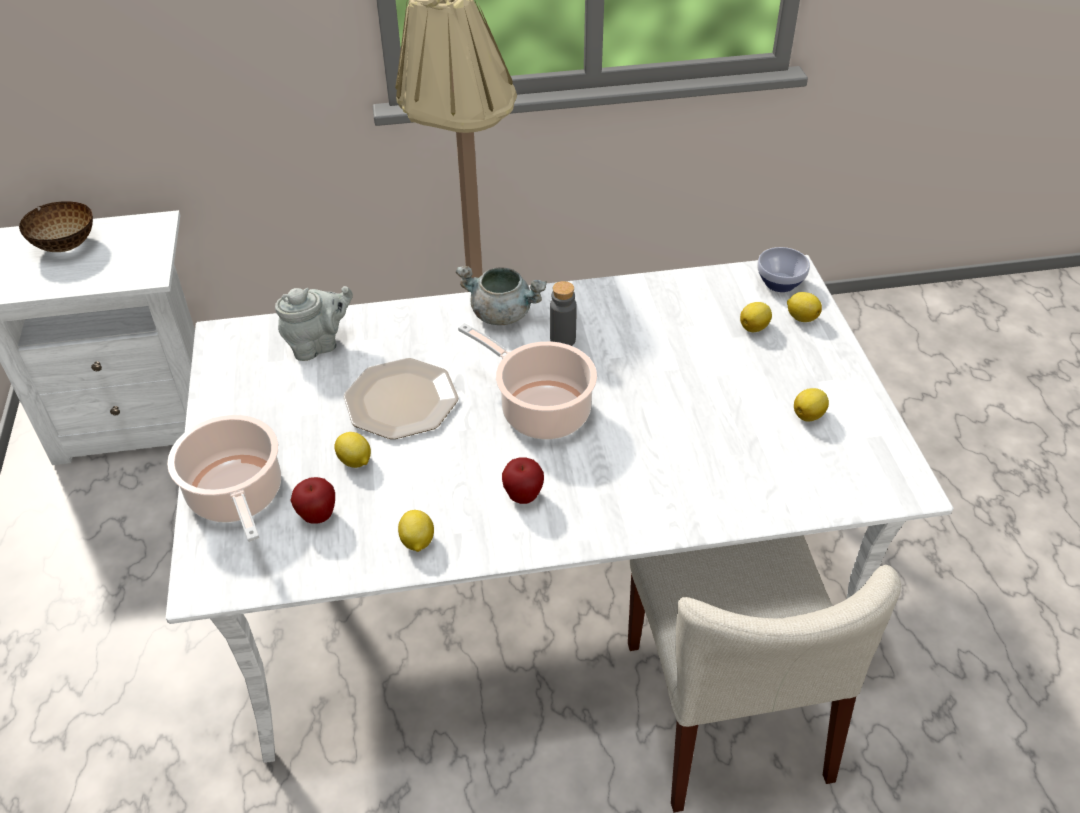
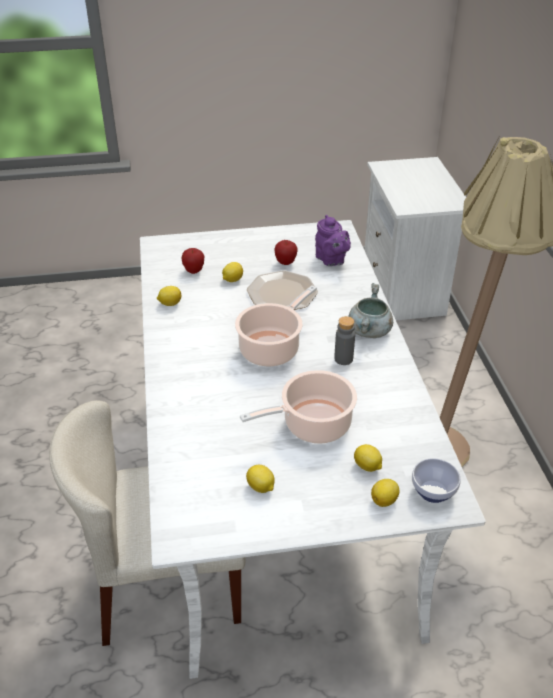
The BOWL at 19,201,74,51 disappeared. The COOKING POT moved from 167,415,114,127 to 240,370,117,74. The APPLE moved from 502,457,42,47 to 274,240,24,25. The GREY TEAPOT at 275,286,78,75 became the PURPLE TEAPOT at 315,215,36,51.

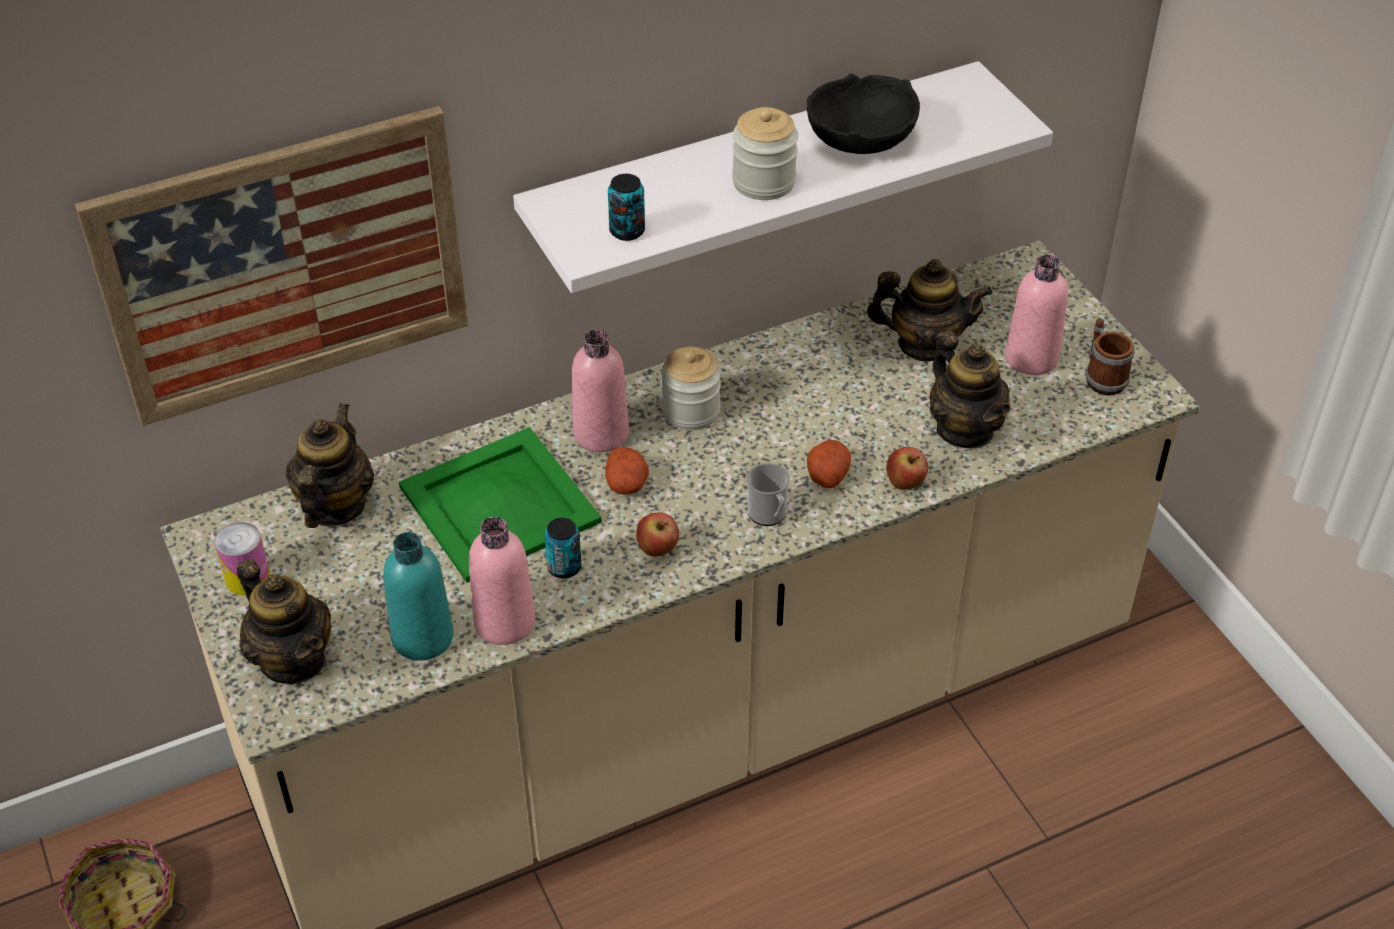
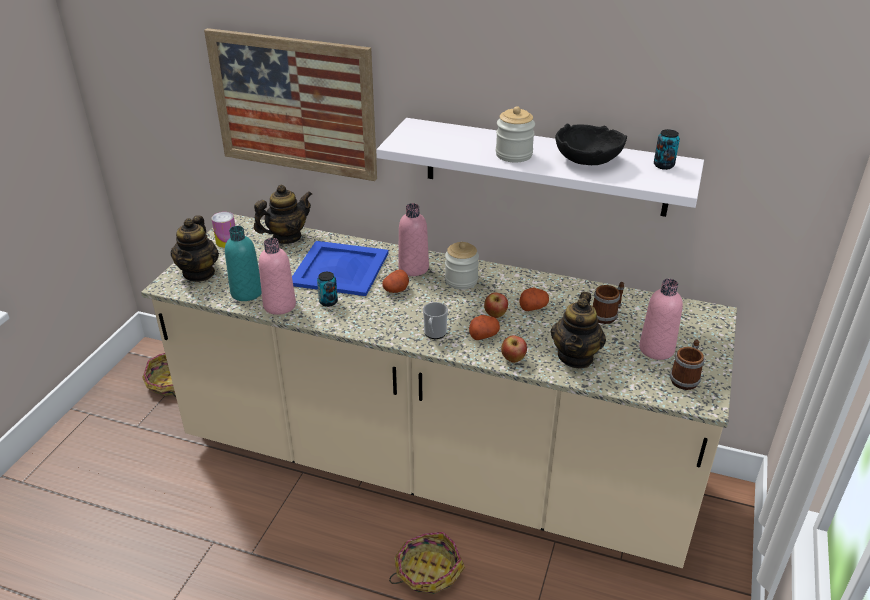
The BASKET at 389,532,76,62 appeared. The POTATO at 519,288,30,23 appeared. The CAN moved from 608,174,37,67 to 654,129,26,41. The APPLE moved from 636,513,43,43 to 484,293,24,25. The TEAPOT at 867,259,126,102 was replaced by the MUG at 593,282,31,42. The GREEN TRAY at 399,427,203,156 became the BLUE TRAY at 292,241,97,55.

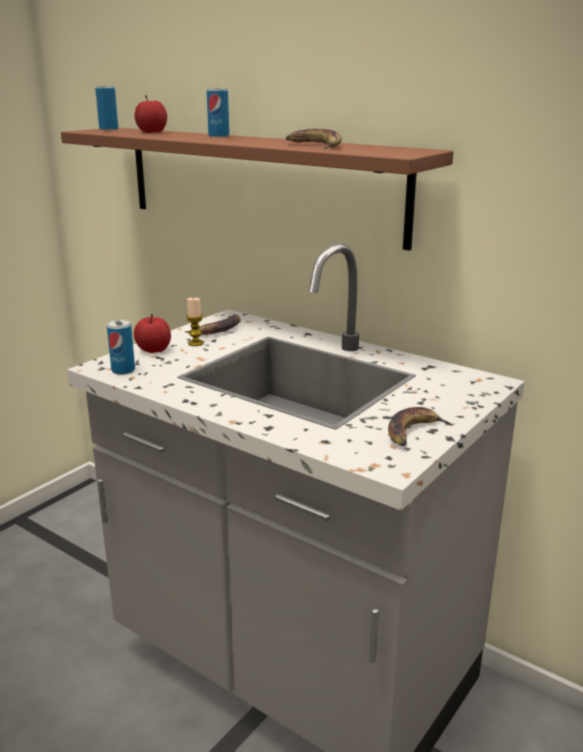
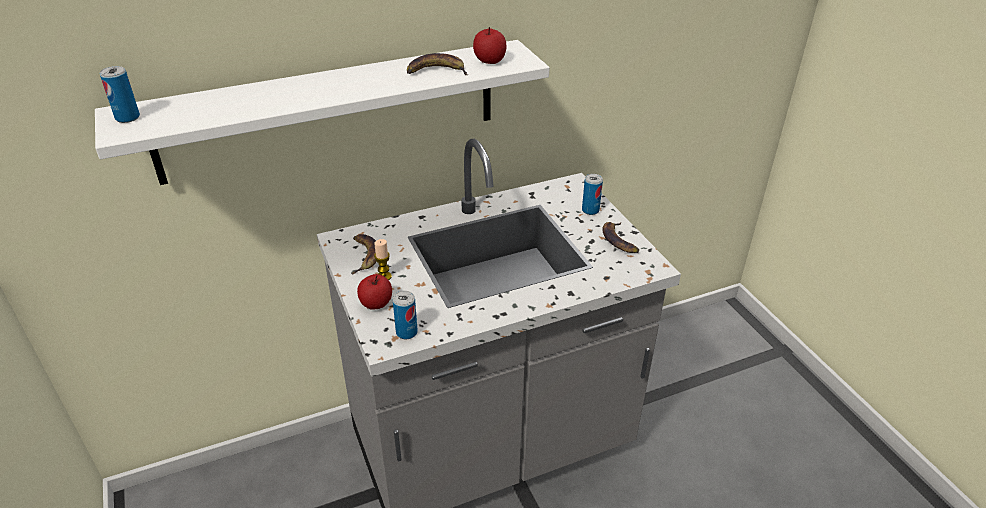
The APPLE moved from 134,95,33,38 to 473,27,34,37. The CAN moved from 207,88,22,49 to 582,174,21,41. The BROWN SHELF at 61,128,392,123 became the WHITE SHELF at 95,40,455,145.

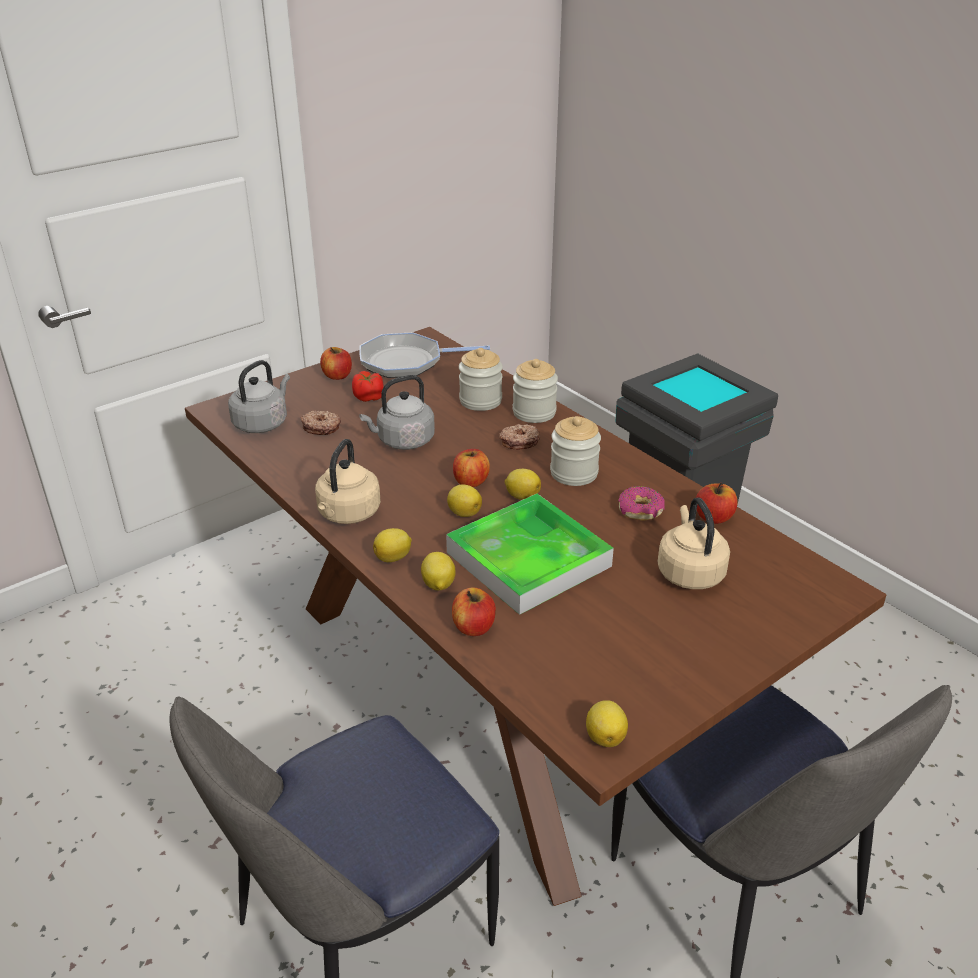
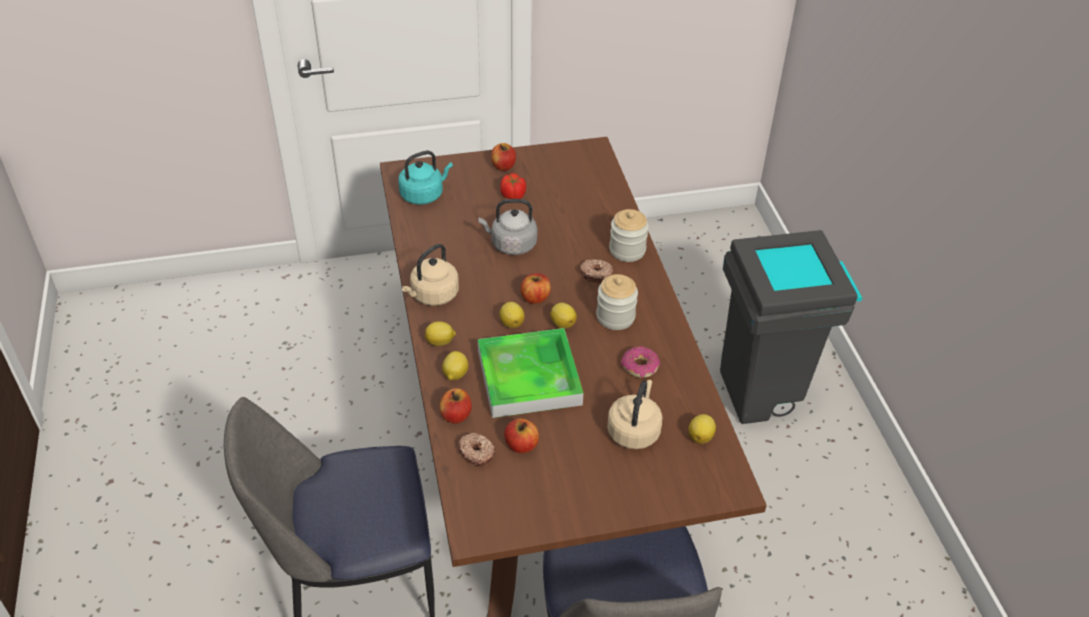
The FRYING PAN at 359,333,131,45 disappeared. The JAR at 459,348,44,63 disappeared. The DONUT moved from 301,411,40,24 to 459,433,36,33. The LEMON moved from 586,700,42,47 to 688,414,28,30. The APPLE moved from 696,483,42,41 to 504,419,35,34. The GREY KETTLE at 228,360,62,73 became the TURQUOISE KETTLE at 398,151,55,54.

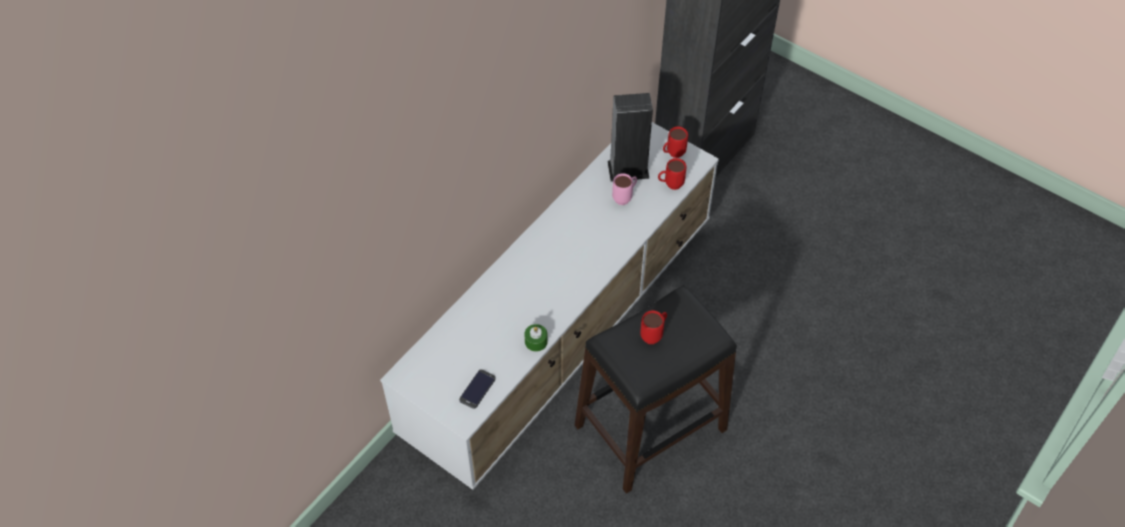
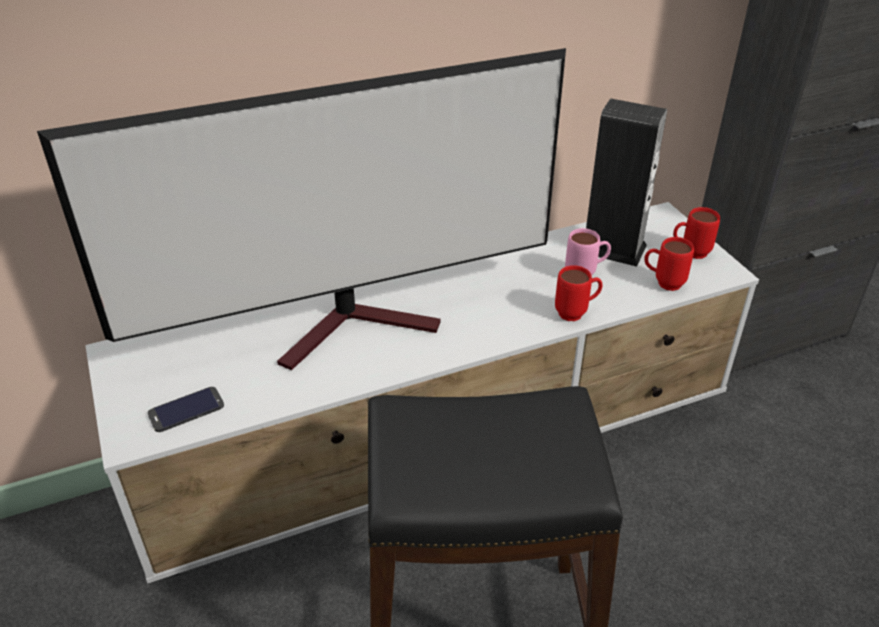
The GREEN CANDLE at 524,324,24,28 disappeared. The TELEVISION at 37,48,529,322 appeared. The RED MUG moved from 640,311,27,33 to 555,265,47,56.

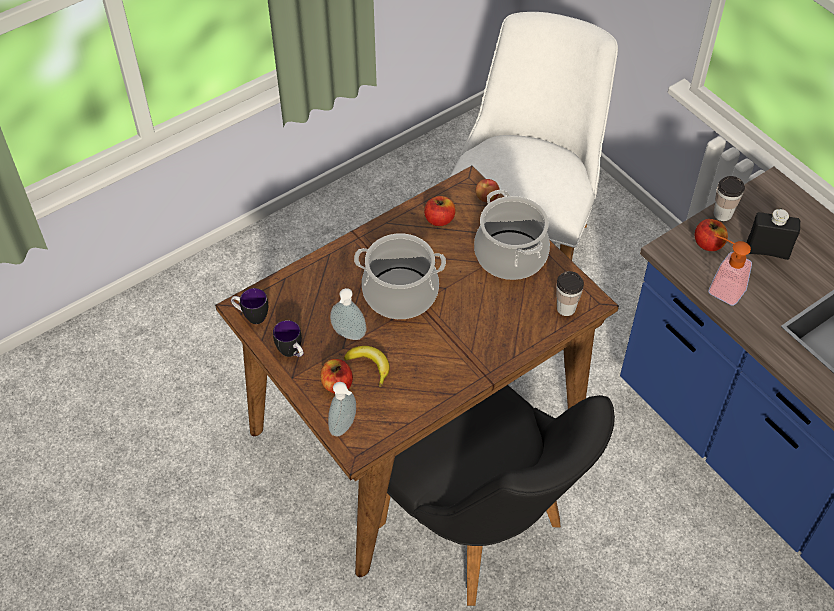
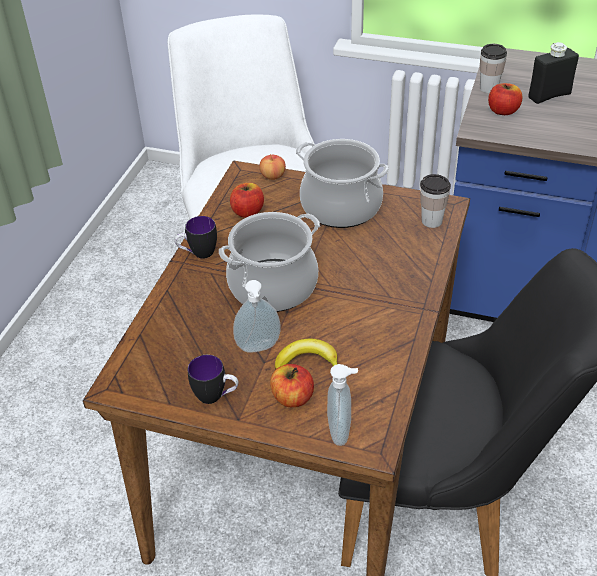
The SOAP DISPENSER at 708,235,44,71 disappeared. The MUG moved from 231,288,37,36 to 175,216,42,43.

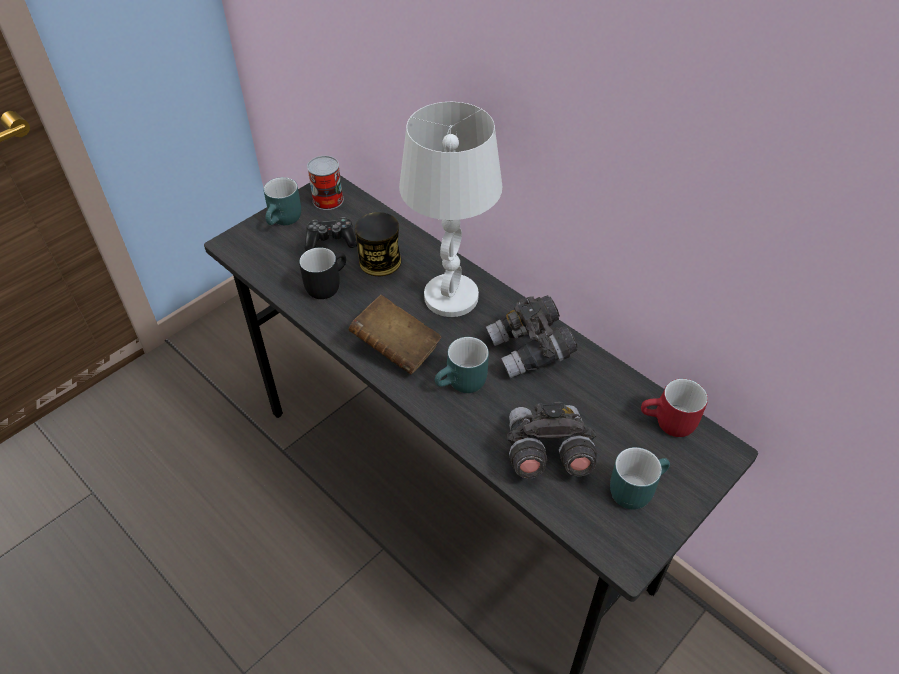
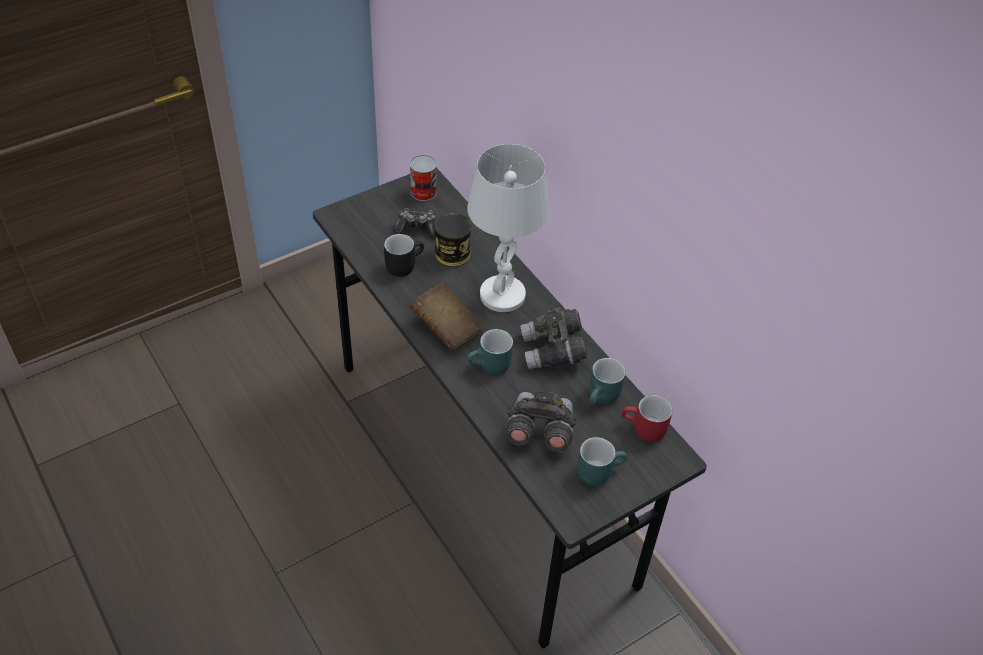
The TURQUOISE MUG moved from 263,177,38,48 to 589,358,37,47.

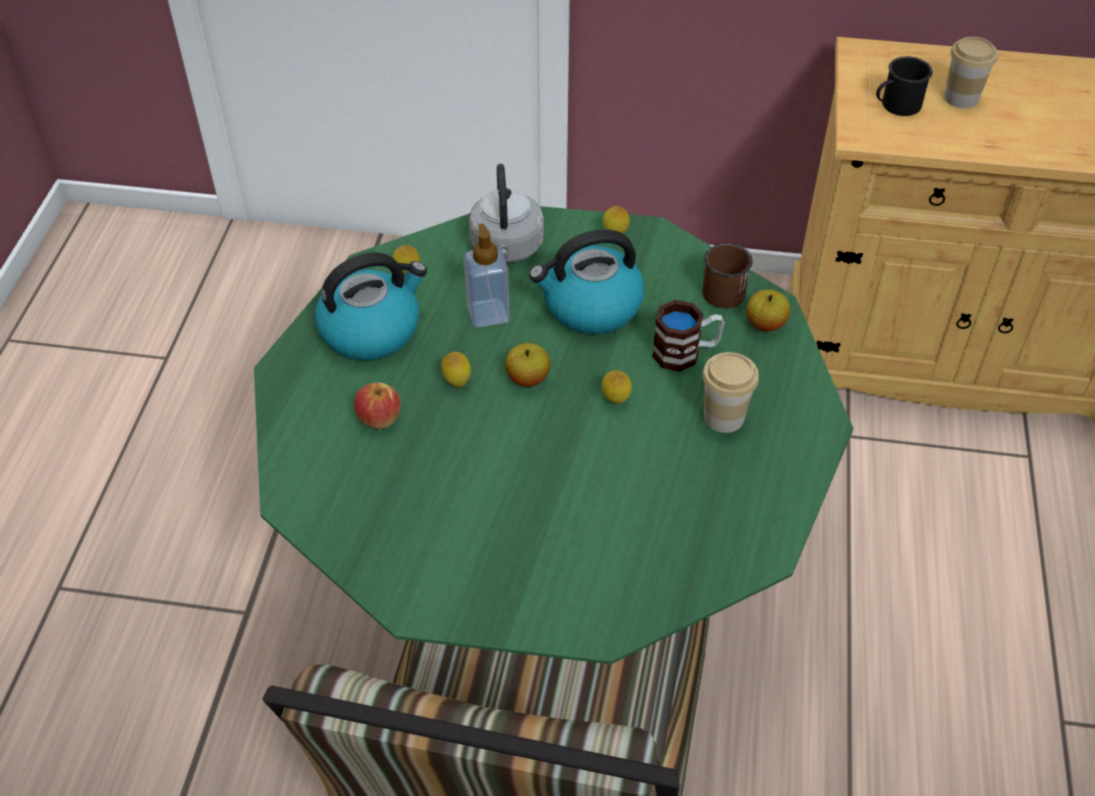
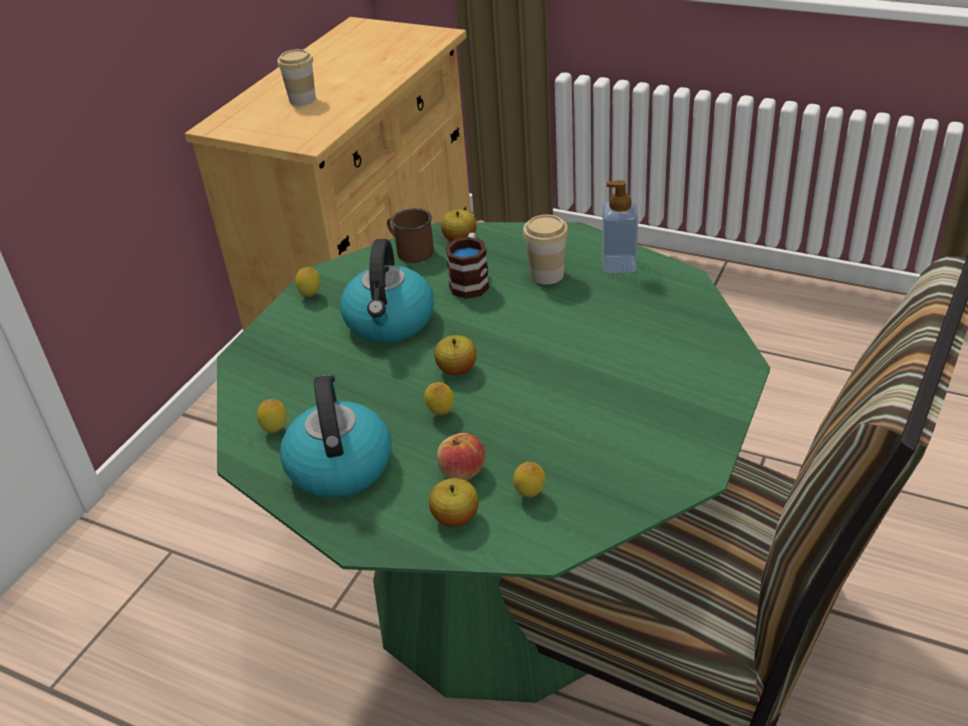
The GREY KETTLE at 469,164,75,99 disappeared. The BLACK MUG at 876,56,57,60 disappeared. The APPLE at 429,478,50,49 appeared. The SOAP DISPENSER moved from 464,224,46,104 to 602,180,36,93. The LEMON moved from 602,370,30,34 to 513,462,32,35.

